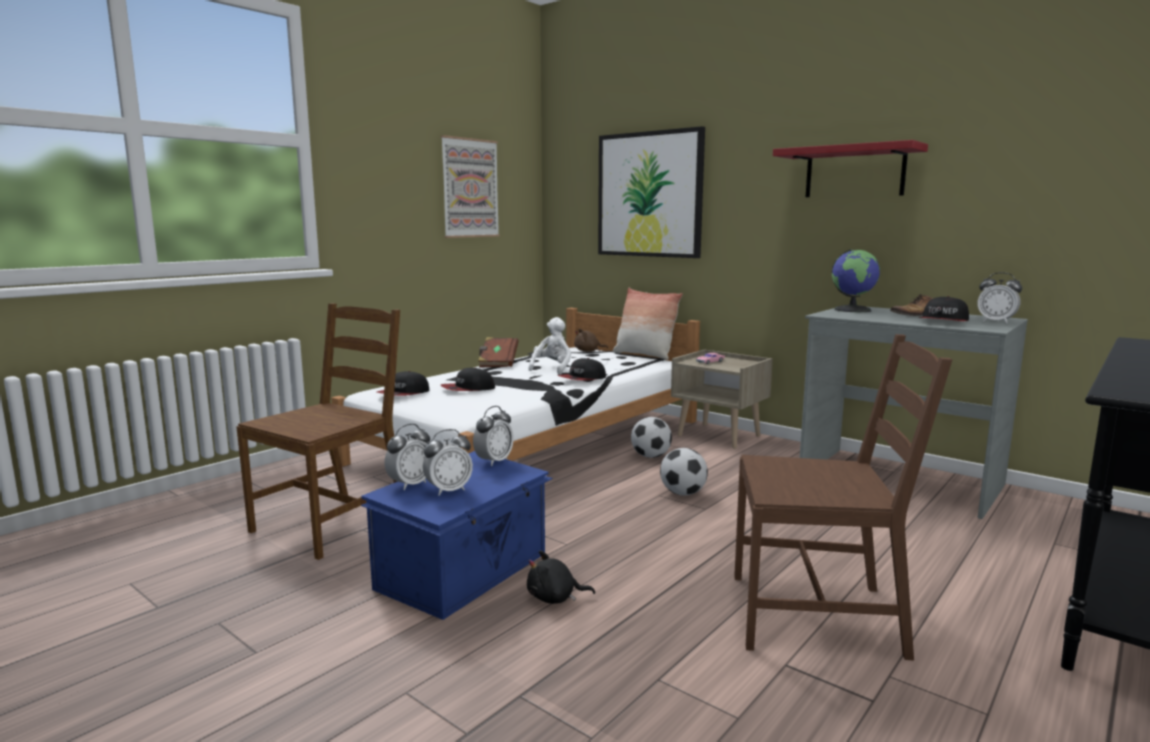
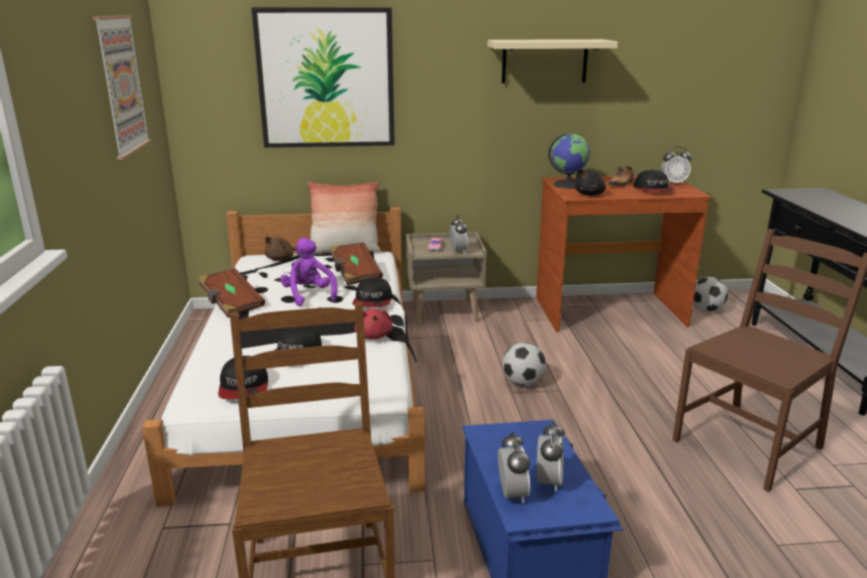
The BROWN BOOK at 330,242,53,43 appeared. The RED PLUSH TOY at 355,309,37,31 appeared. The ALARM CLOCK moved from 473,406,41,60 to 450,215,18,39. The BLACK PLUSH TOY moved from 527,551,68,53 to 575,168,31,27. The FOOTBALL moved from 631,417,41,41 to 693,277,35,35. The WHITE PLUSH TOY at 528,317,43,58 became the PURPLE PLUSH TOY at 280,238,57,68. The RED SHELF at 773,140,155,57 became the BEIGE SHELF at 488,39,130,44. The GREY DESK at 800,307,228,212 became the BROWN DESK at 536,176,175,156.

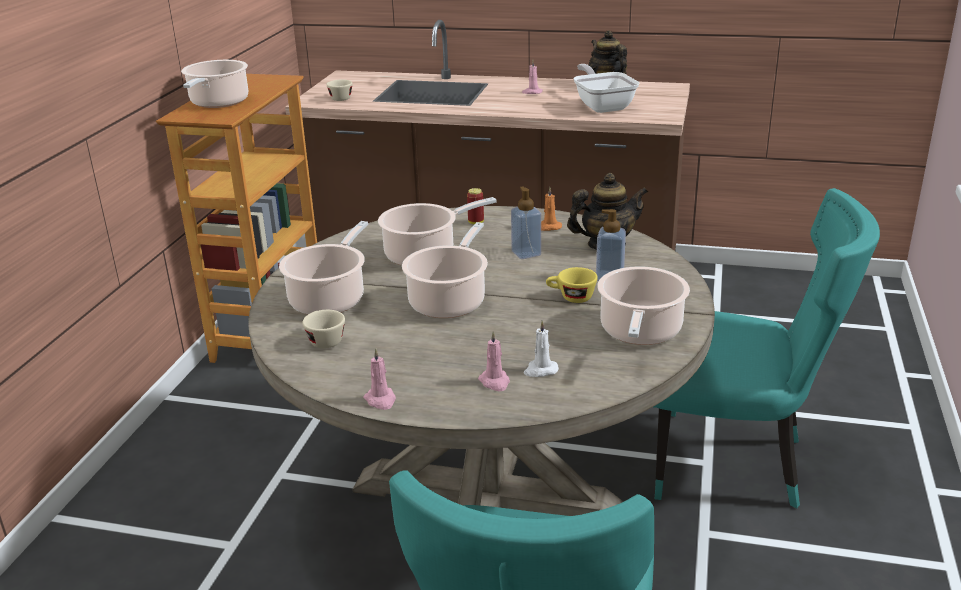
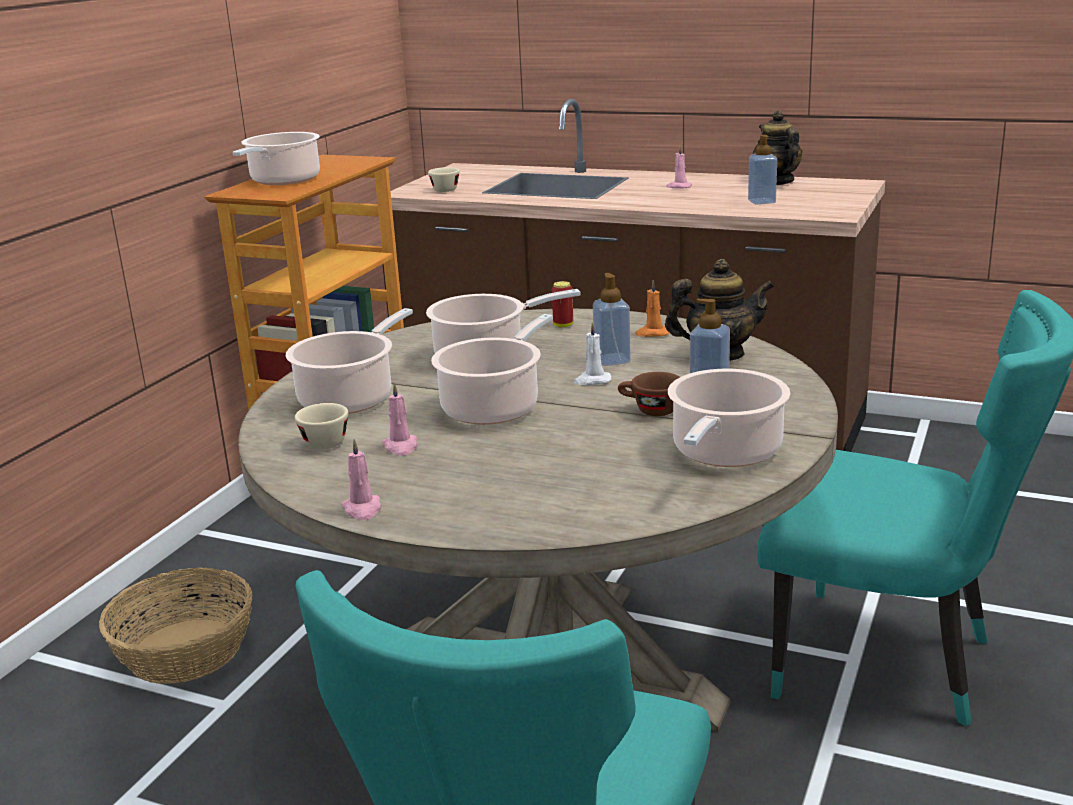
The BASKET at 99,567,153,117 appeared. The PINK CANDLE moved from 478,331,32,60 to 382,383,35,73. The WHITE CANDLE moved from 524,320,35,57 to 574,322,38,63. The FRYING PAN at 573,64,67,49 was replaced by the SOAP DISPENSER at 748,135,29,69. The YELLOW CUP at 546,267,52,36 became the BROWN CUP at 618,372,62,44.

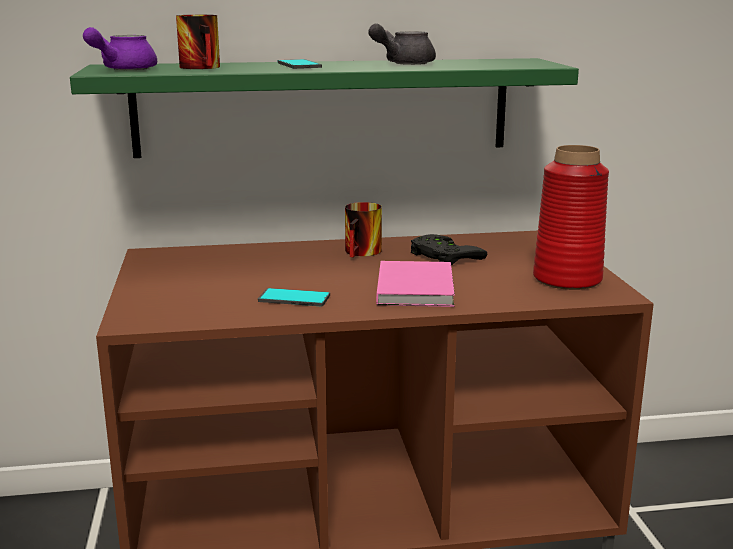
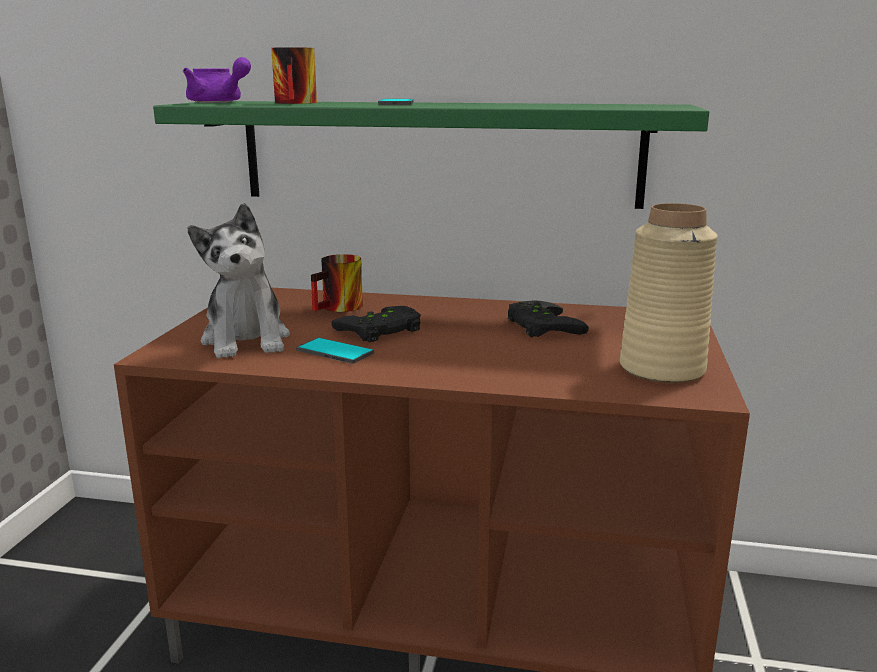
The GREY TEAPOT at 368,23,68,42 disappeared. The PINK BOOK at 376,261,79,46 disappeared. The PLUSH TOY at 187,203,103,156 appeared. The BLACK GAME CONTROLLER at 331,306,90,37 appeared. The MUG moved from 345,202,37,55 to 311,254,52,58. The RED VASE at 533,145,76,145 became the BEIGE VASE at 620,203,98,180. The PURPLE TEAPOT at 83,27,74,43 turned 105 degrees counterclockwise.

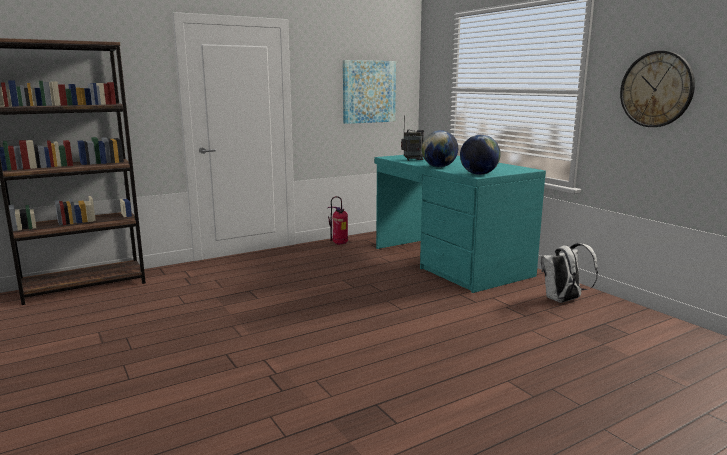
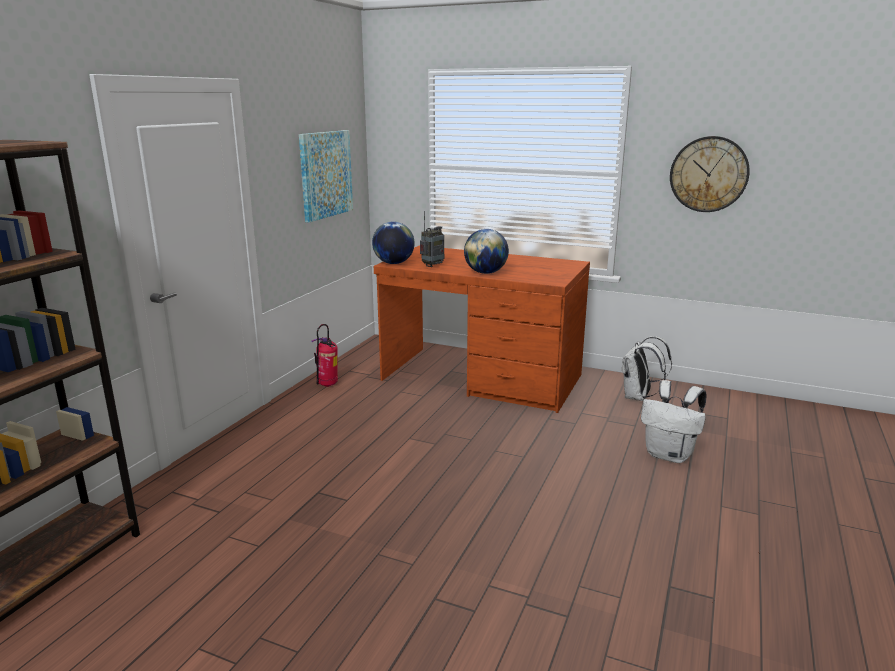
The WHITE BACKPACK at 641,380,66,83 appeared. The GLOBE moved from 460,135,41,40 to 372,222,43,42. The TURQUOISE DESK at 374,155,172,138 became the BROWN DESK at 374,246,216,167.

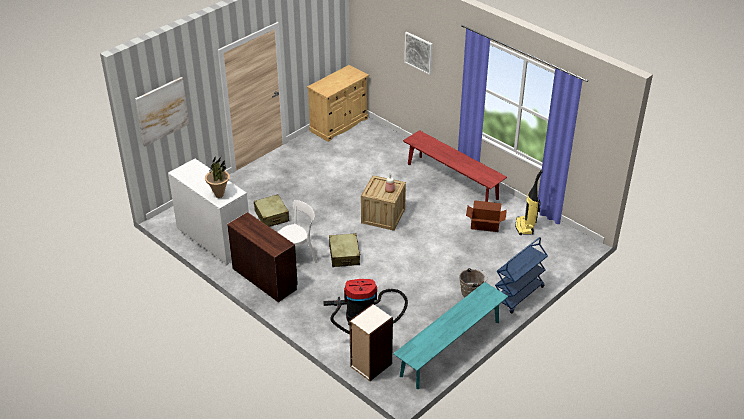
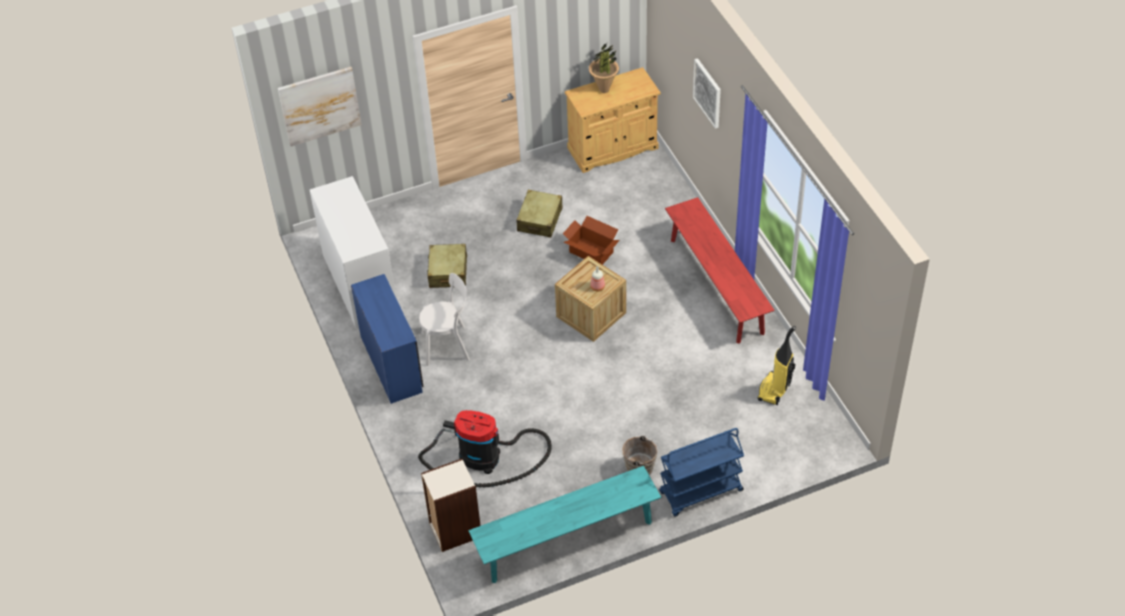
The POTTED PLANT moved from 205,156,25,42 to 589,43,30,50. The BEIGE SUITCASE moved from 329,233,31,34 to 516,190,47,48. The CARDBOARD BOX moved from 466,200,41,32 to 563,216,56,49. The BROWN DESK at 227,212,71,90 became the BLUE DESK at 351,274,72,130.

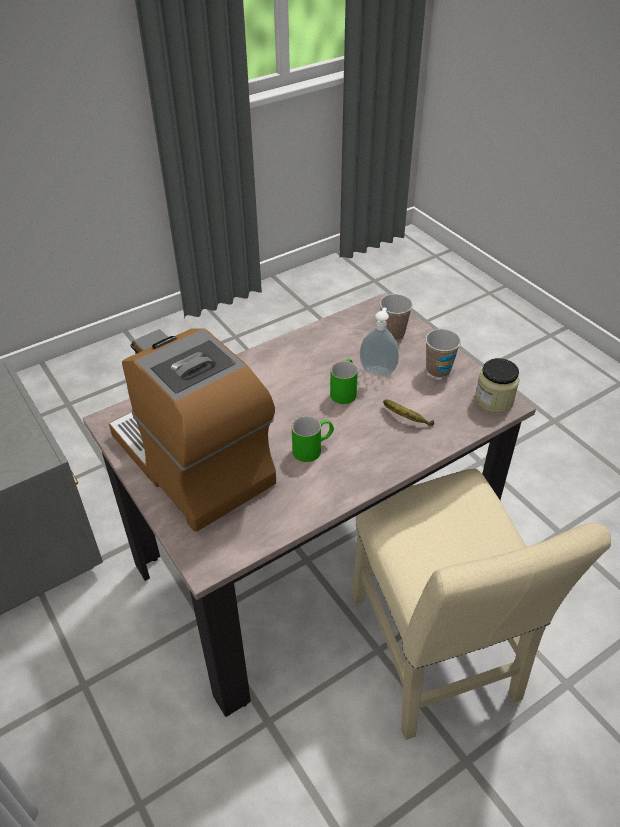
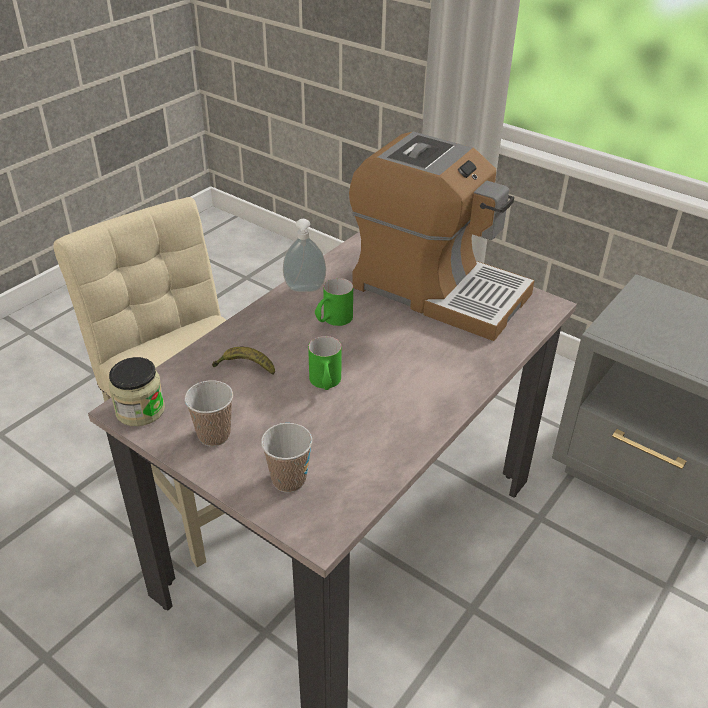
The SOAP DISPENSER moved from 360,308,39,67 to 283,219,43,73.

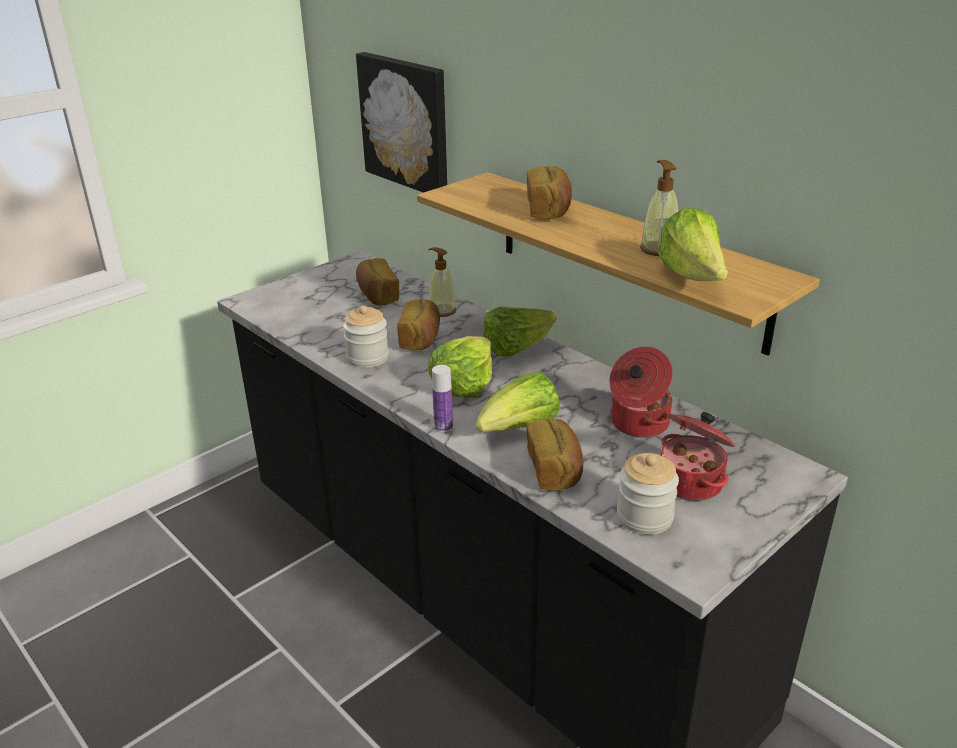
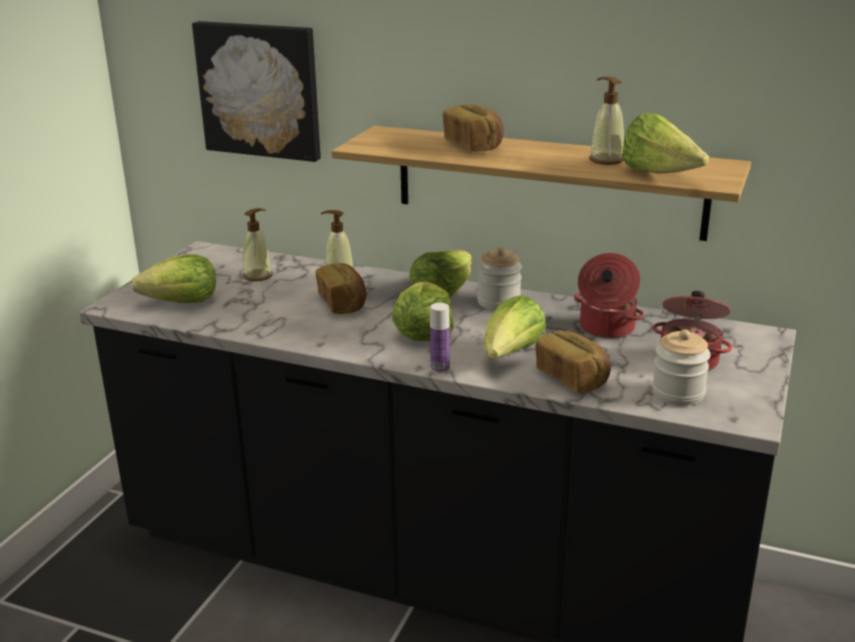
The LETTUCE at 132,254,84,49 appeared. The JAR moved from 343,306,46,62 to 477,247,45,63. The BREAD at 356,258,43,48 was replaced by the SOAP DISPENSER at 243,208,30,73.

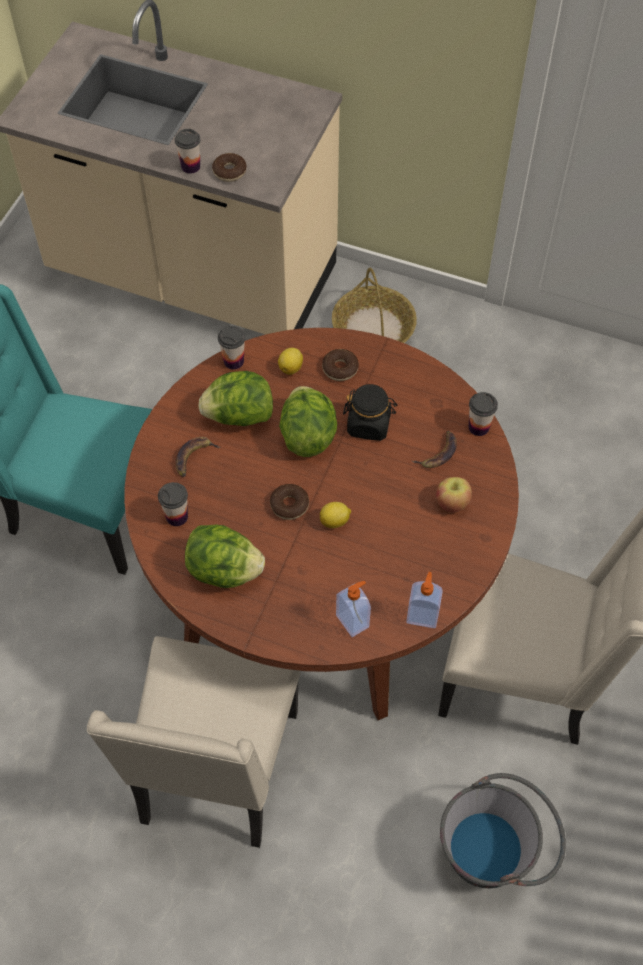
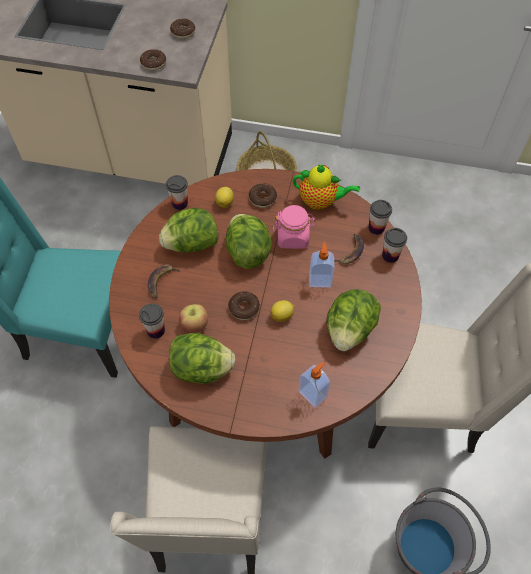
The DONUT at 170,18,25,21 appeared. The TEAPOT at 292,165,68,45 appeared. The LETTUCE at 327,289,54,62 appeared. The CUP moved from 175,129,26,45 to 382,228,25,35. The SOAP DISPENSER moved from 406,572,37,56 to 309,242,25,46. The APPLE moved from 436,477,36,36 to 179,304,29,29. The BLACK JAR at 343,384,55,57 became the PINK JAR at 273,205,43,44.

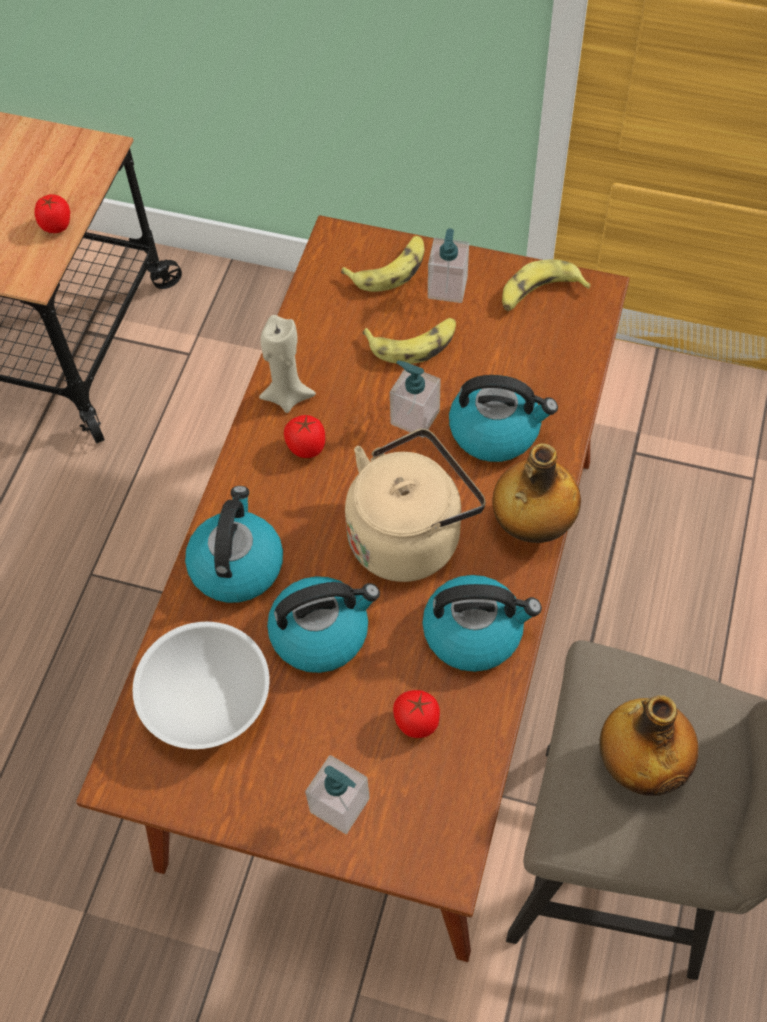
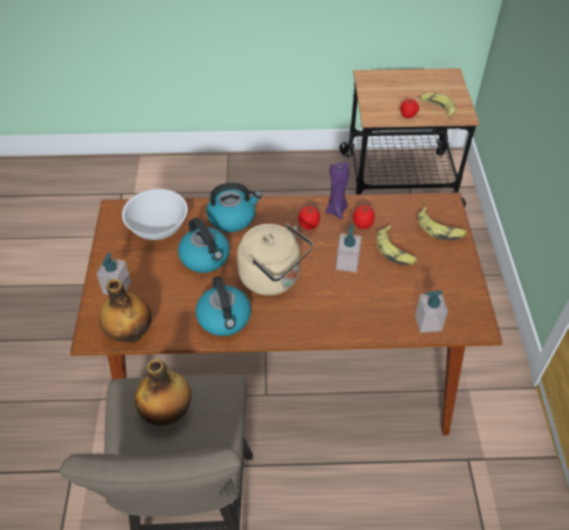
The KETTLE at 449,375,109,87 disappeared. The TOMATO moved from 393,690,47,48 to 353,205,22,24. The SOAP DISPENSER moved from 428,228,41,75 to 415,290,33,43. The BOTTLE moved from 493,443,88,100 to 99,279,53,64. The BANANA moved from 502,259,89,52 to 420,93,36,25. The BEIGE CANDLE at 259,315,57,98 became the PURPLE CANDLE at 326,162,23,57.

